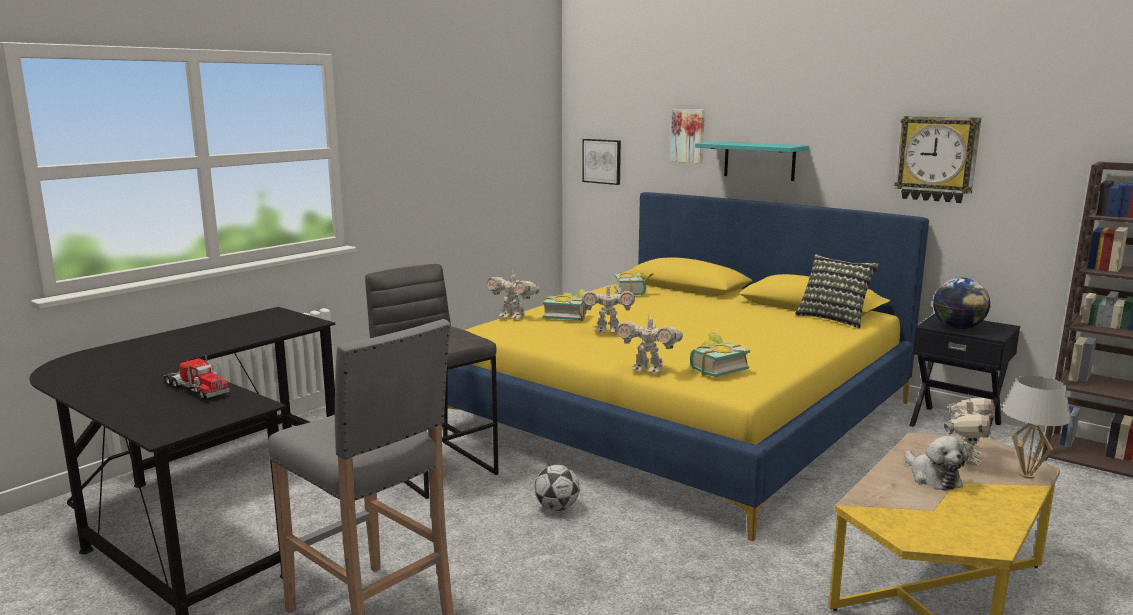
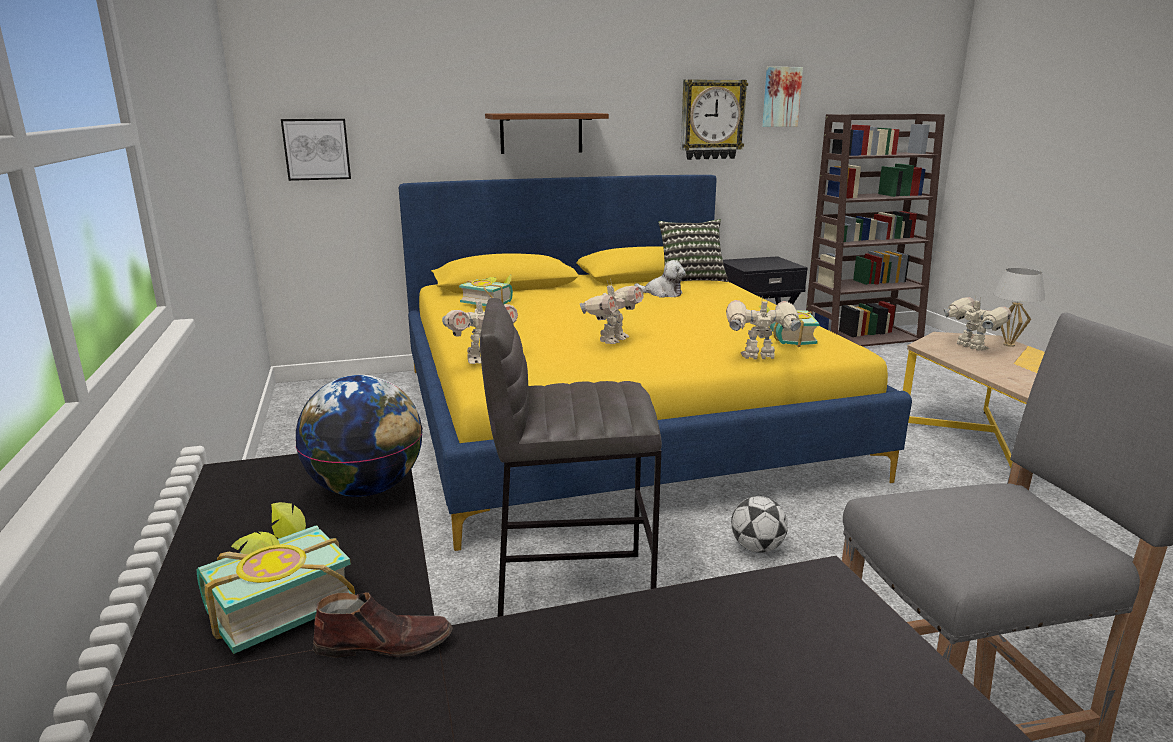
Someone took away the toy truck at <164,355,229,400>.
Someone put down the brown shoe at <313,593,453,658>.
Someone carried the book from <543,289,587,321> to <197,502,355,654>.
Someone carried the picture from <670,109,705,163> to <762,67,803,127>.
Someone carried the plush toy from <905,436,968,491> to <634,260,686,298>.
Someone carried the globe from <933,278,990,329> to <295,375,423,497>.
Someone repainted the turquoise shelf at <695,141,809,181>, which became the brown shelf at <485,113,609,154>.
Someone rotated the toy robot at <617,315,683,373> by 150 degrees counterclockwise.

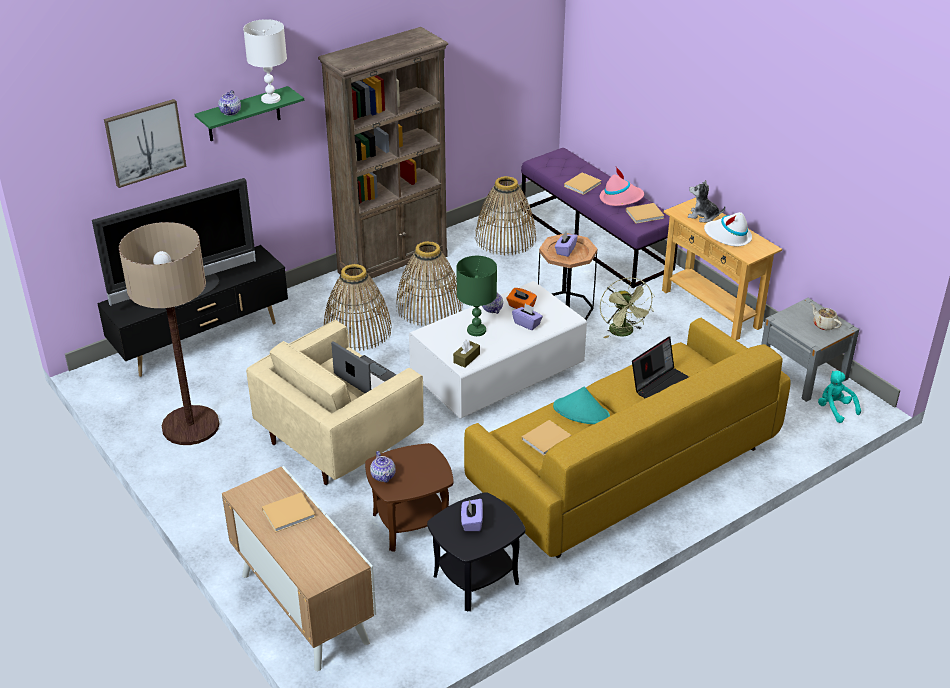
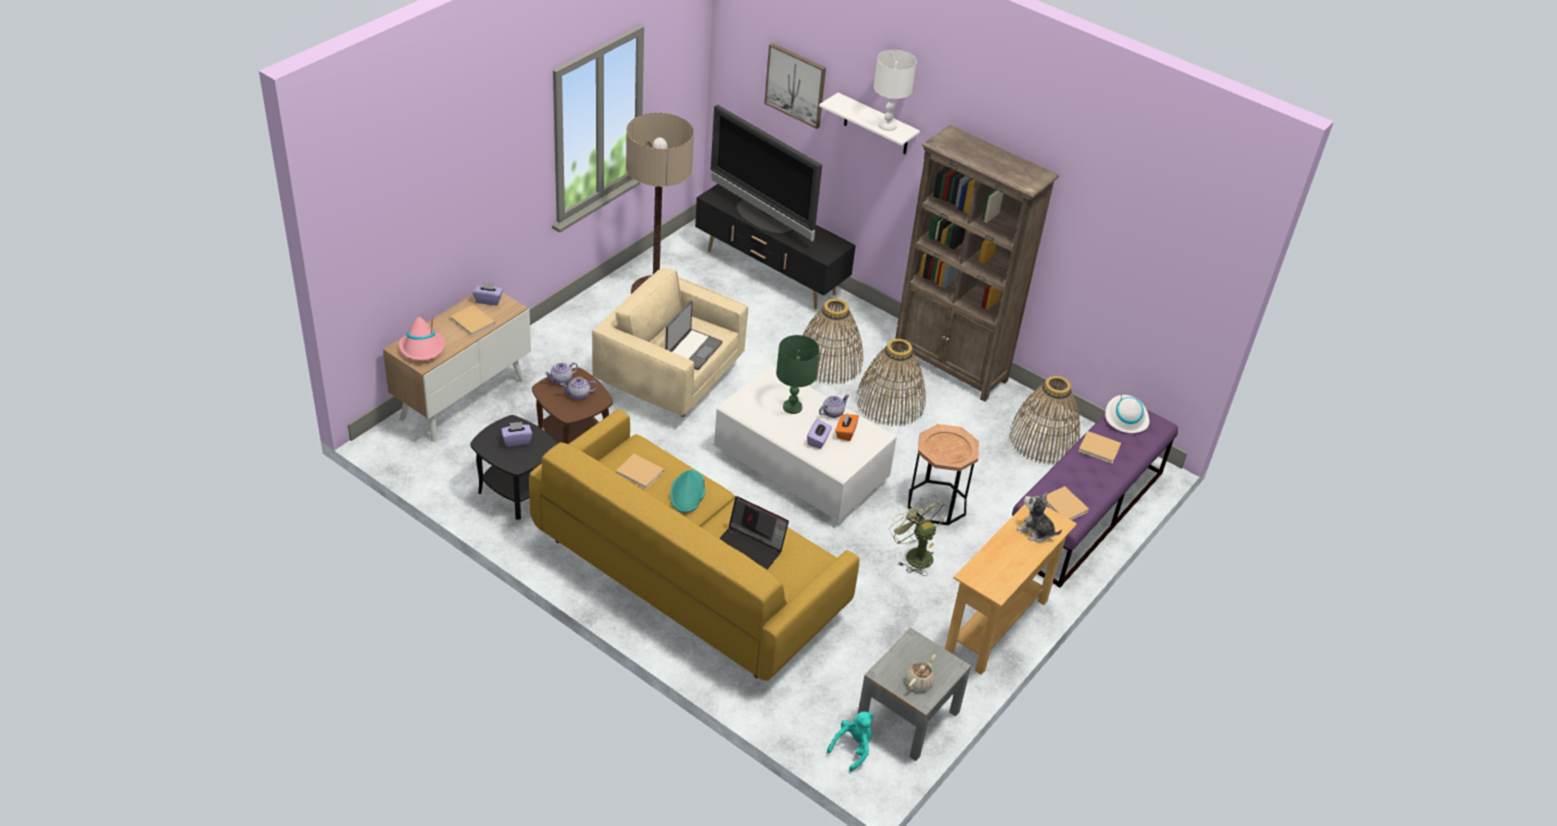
Someone took away the brown tissue box at <453,339,480,368>.
Someone carried the teapot from <218,90,241,116> to <560,377,598,400>.
Someone carried the purple tissue box from <555,231,578,257> to <473,281,503,305>.
Someone carried the pink hat from <600,167,644,206> to <399,314,445,360>.
Someone carried the white hat from <704,212,752,246> to <1105,395,1149,433>.
Someone repainted the green shelf at <195,86,304,141>, which became the white shelf at <819,93,920,154>.
Someone rotated the green fan at <600,277,655,338> by 90 degrees clockwise.
Someone rotated the plush toy at <688,180,725,222> by 60 degrees counterclockwise.

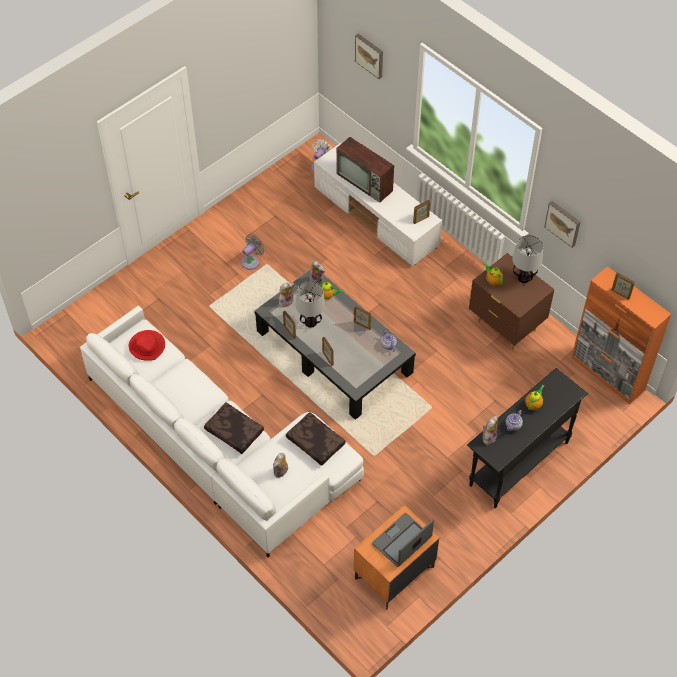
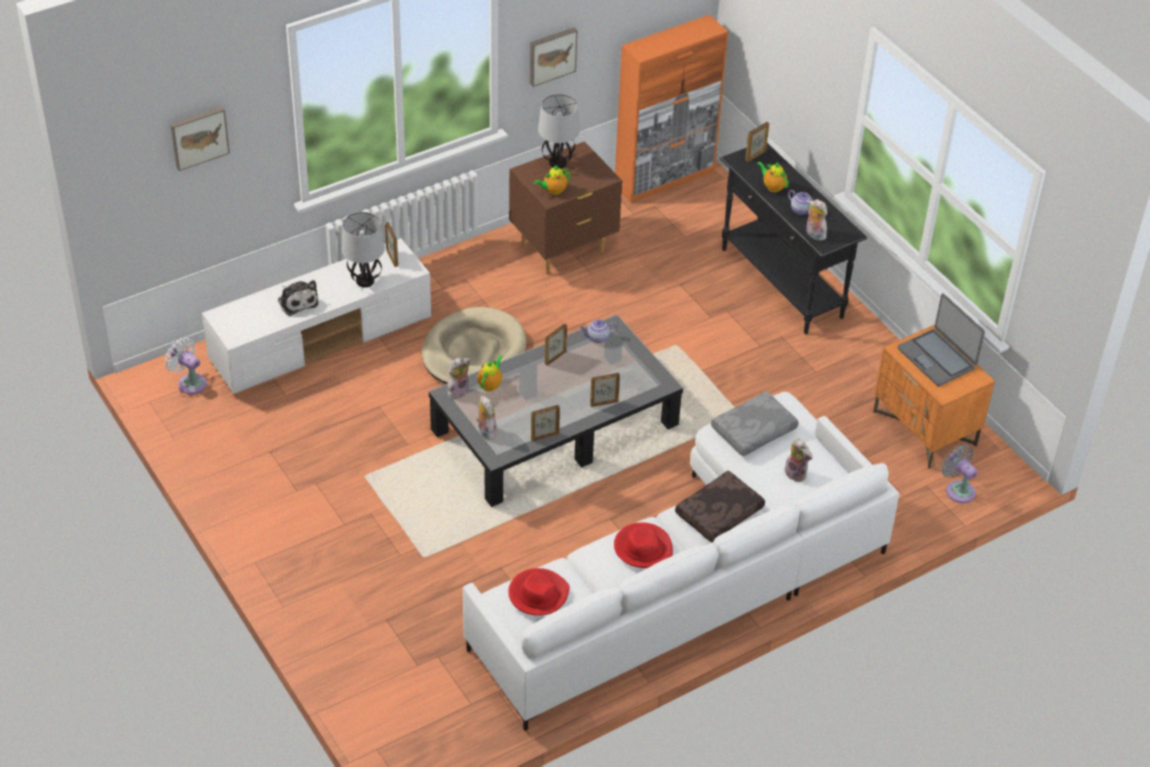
Someone put down the beige dog bed at <422,307,526,384>.
Someone put down the red hat at <614,522,673,568>.
Someone carried the grey fan from <241,234,265,270> to <941,444,978,503>.
Someone carried the table lamp from <296,281,325,328> to <342,212,385,287>.
Someone carried the picture frame from <611,272,635,300> to <745,122,769,162>.
Someone swapped the television at <336,137,394,203> for the plush toy at <278,280,318,316>.
Someone repainted the brown pillow at <286,412,346,466>, which became the grey pillow at <711,391,799,457>.

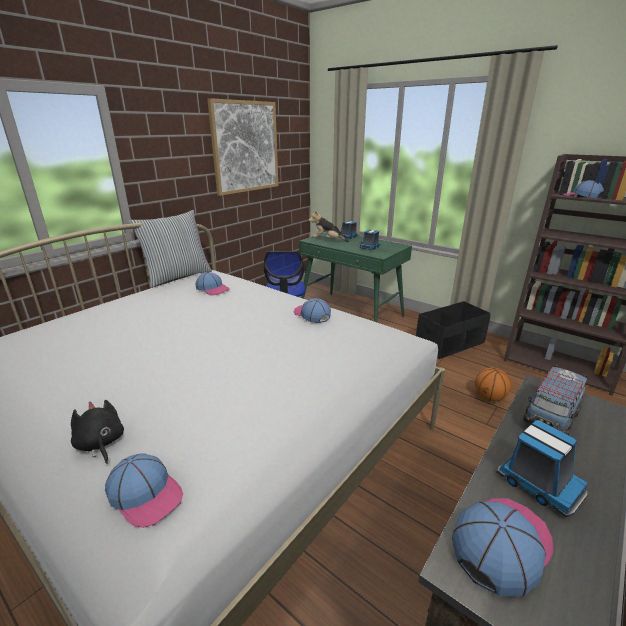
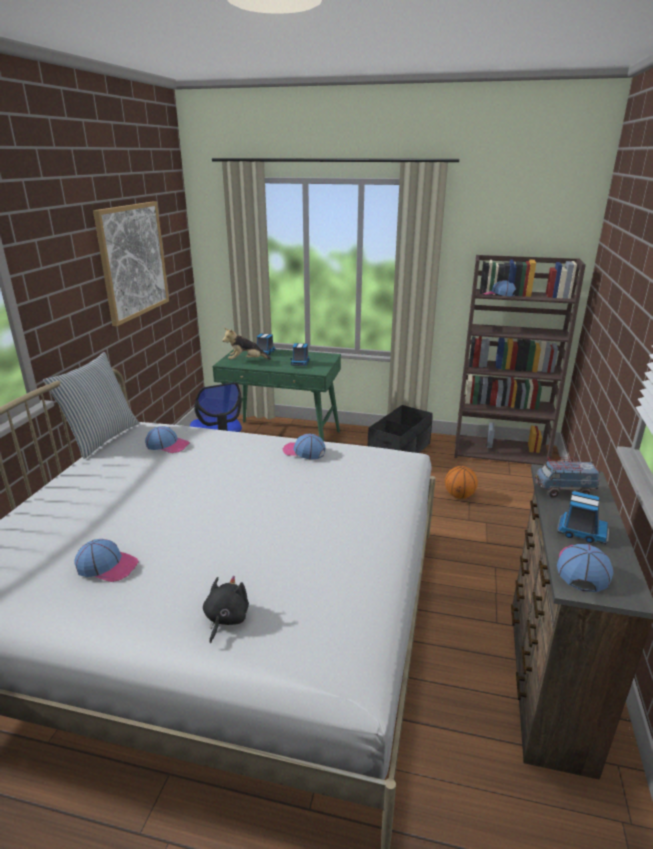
Someone carried the cap from <105,453,183,528> to <74,539,139,582>.
Someone rotated the black plush toy at <71,399,124,464> by 75 degrees clockwise.
Someone rotated the toy truck at <523,365,587,435> by 75 degrees clockwise.

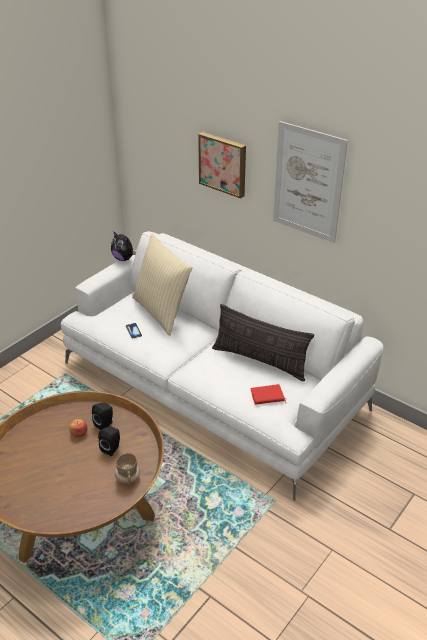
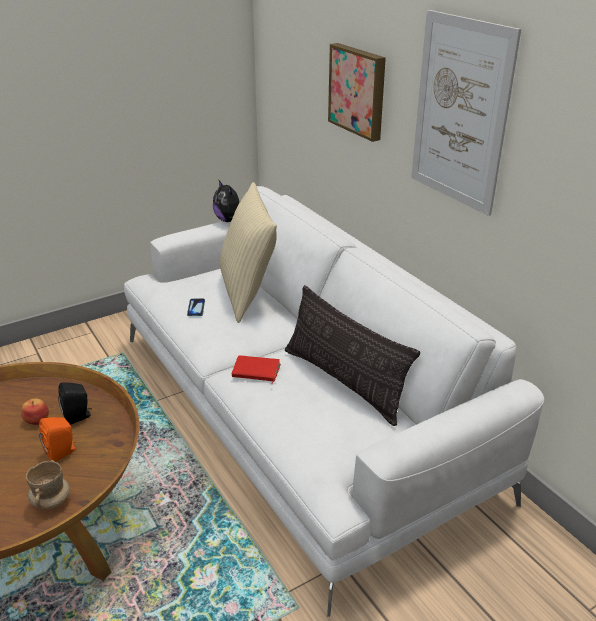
Someone carried the red book from <250,384,286,405> to <232,356,281,385>.
Someone repainted the black speaker at <98,426,120,456>, which became the orange speaker at <39,417,75,462>.

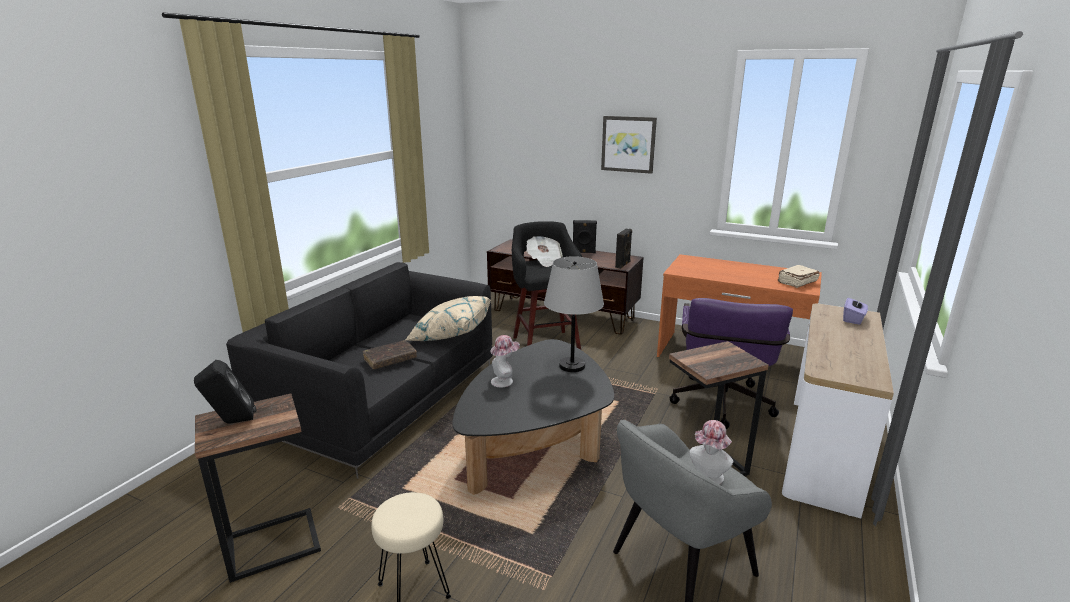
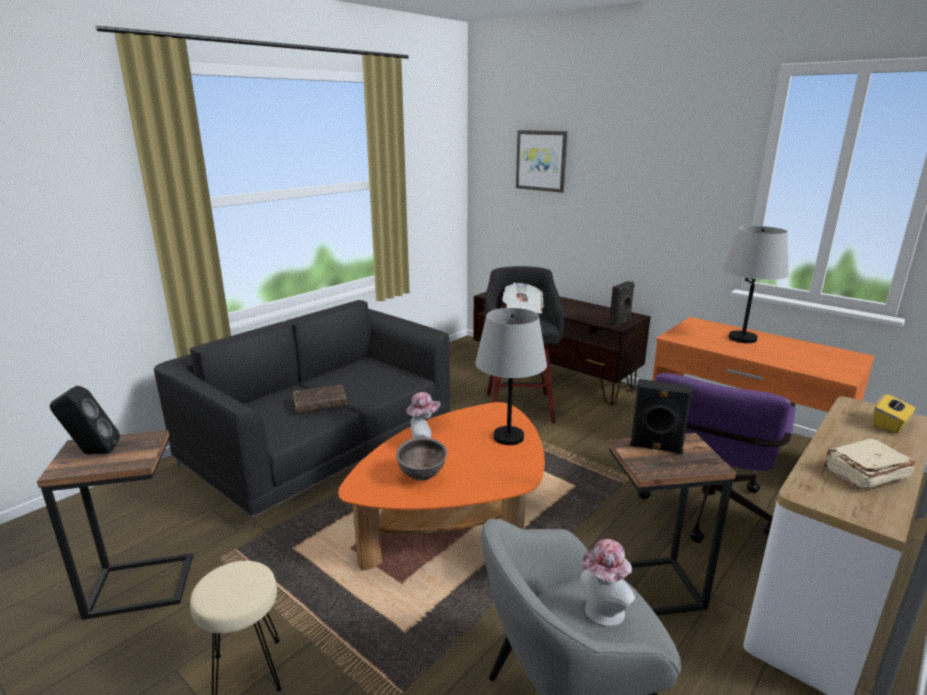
Someone took away the beige pillow at <406,296,491,341>.
Someone put down the brown bowl at <396,437,448,481>.
Someone put down the grey table lamp at <723,226,789,343>.
Someone carried the black speaker from <573,220,597,253> to <630,379,693,455>.
Someone carried the picture from <601,116,657,174> to <516,130,568,193>.
Someone carried the beige book from <778,265,820,288> to <824,439,916,490>.
Someone repainted the black coffee table at <452,339,614,495>, which became the orange coffee table at <338,402,545,571>.
Someone repainted the purple tissue box at <843,296,868,325>, which became the yellow tissue box at <873,394,915,433>.

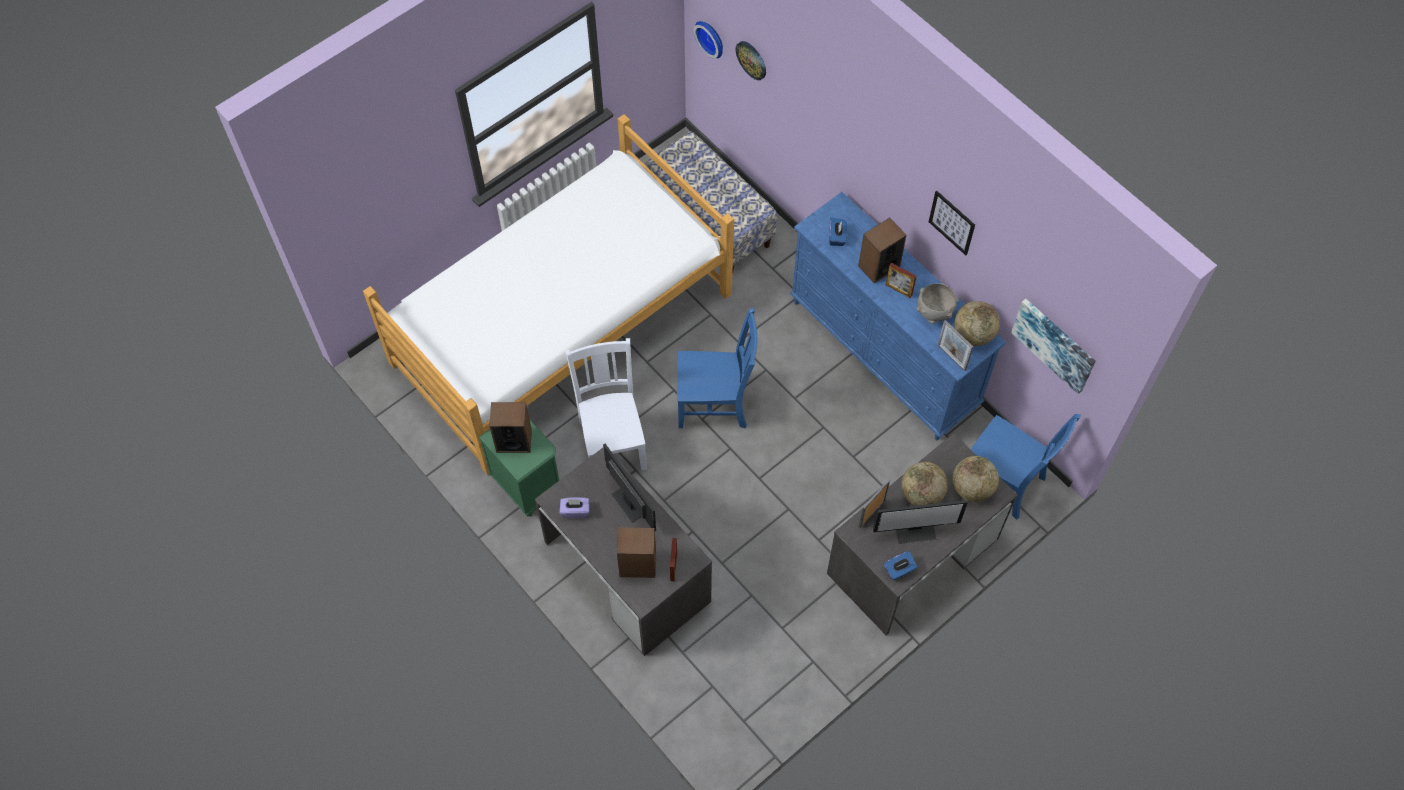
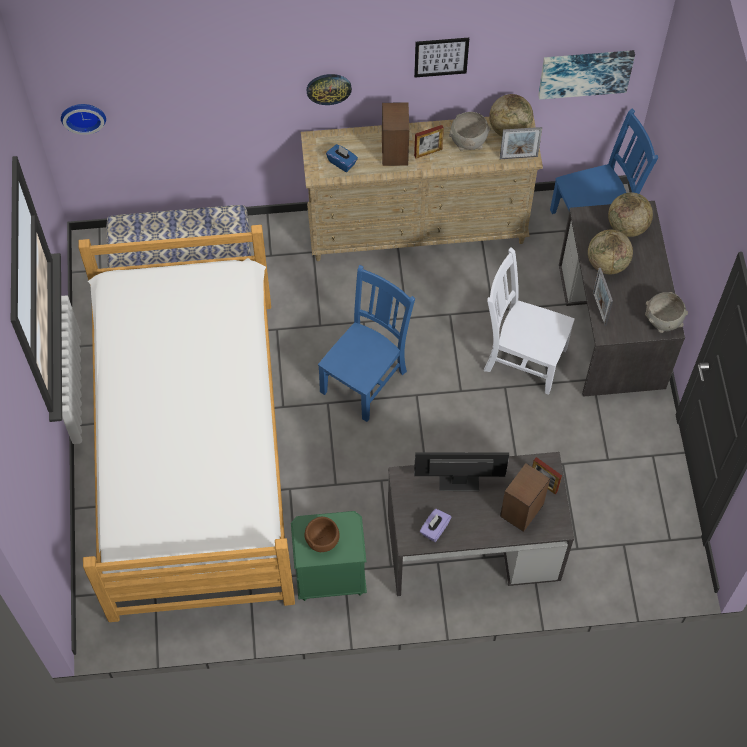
Someone took away the monitor at <873,500,968,544>.
Someone carried the white chair from <565,338,647,470> to <484,247,575,395>.
Someone carried the wall clock from <736,41,766,80> to <307,74,352,105>.
Someone swapped the speaker at <489,402,532,453> for the brown bowl at <305,517,340,552>.
Someone swapped the blue tissue box at <884,551,917,580> for the grey bowl at <645,292,688,333>.
Someone repainted the blue dresser at <790,192,1006,440>, which became the beige dresser at <301,115,543,261>.

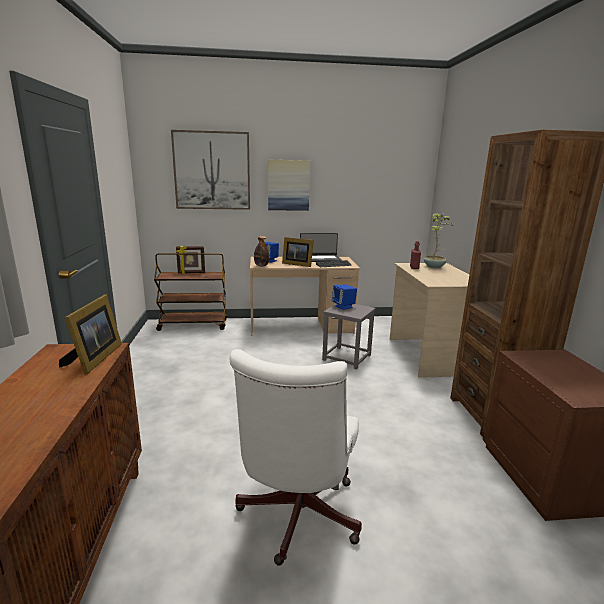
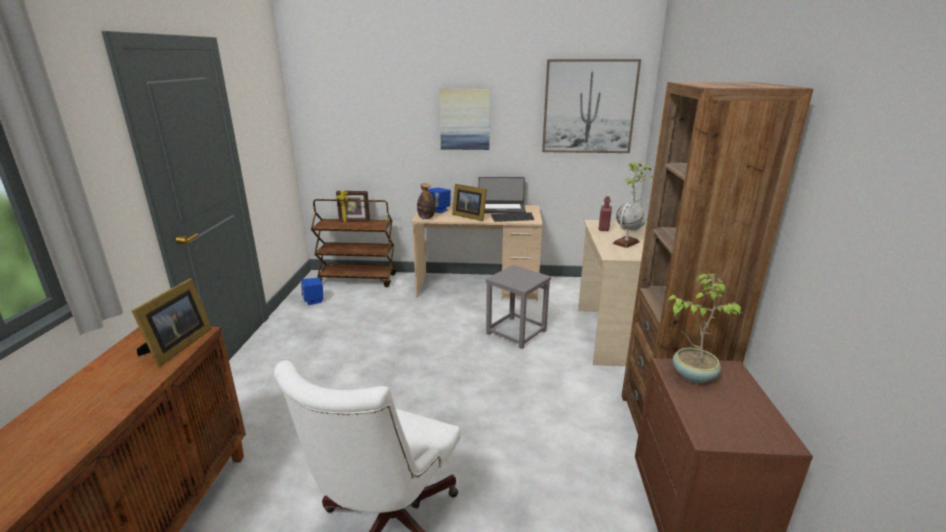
Someone put down the globe at <612,202,644,248>.
Someone put down the potted plant at <667,274,743,383>.
Someone carried the picture from <171,130,250,210> to <542,59,641,153>.
Someone carried the blue speaker from <332,285,357,310> to <301,278,323,305>.

